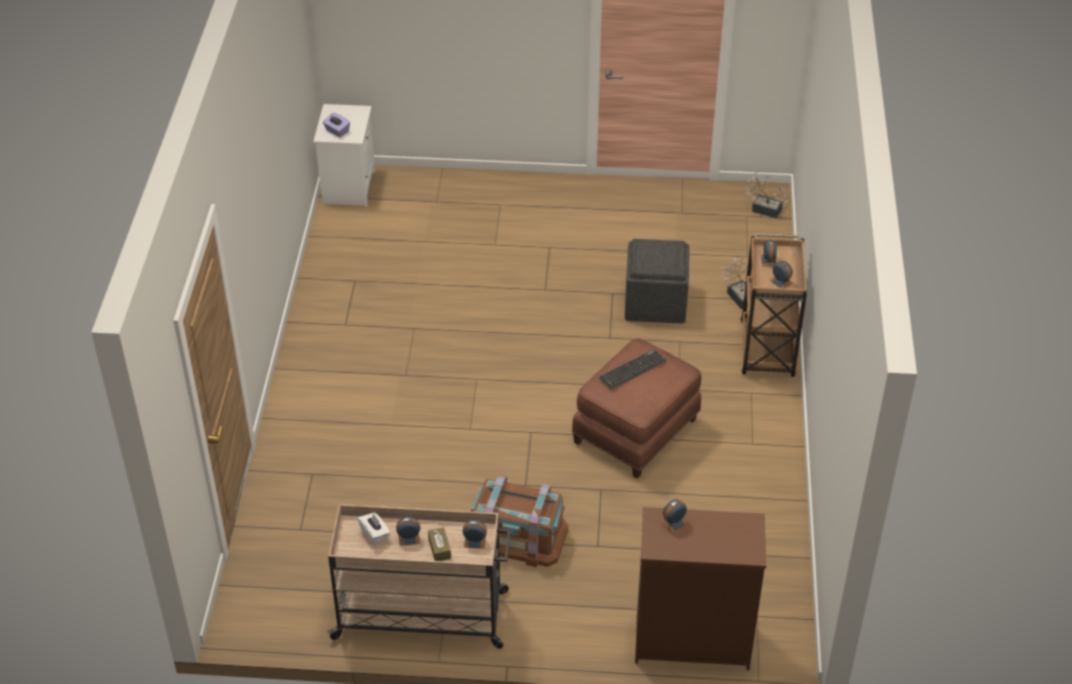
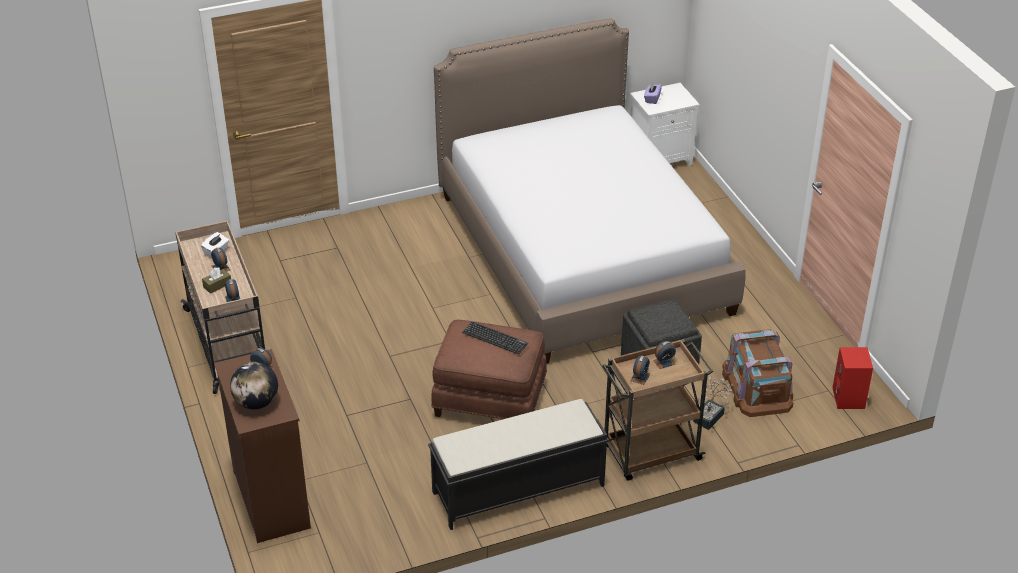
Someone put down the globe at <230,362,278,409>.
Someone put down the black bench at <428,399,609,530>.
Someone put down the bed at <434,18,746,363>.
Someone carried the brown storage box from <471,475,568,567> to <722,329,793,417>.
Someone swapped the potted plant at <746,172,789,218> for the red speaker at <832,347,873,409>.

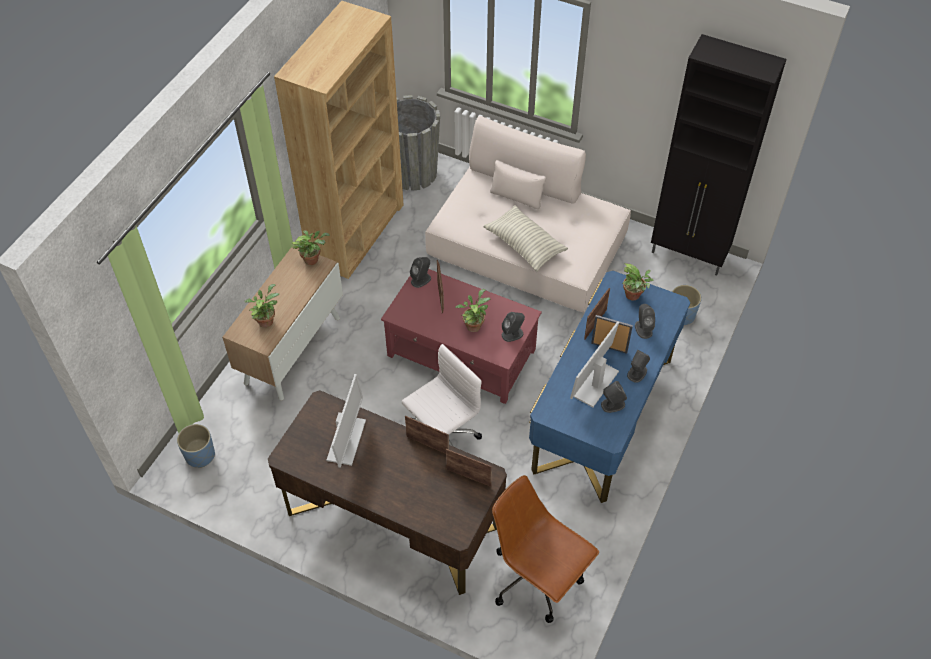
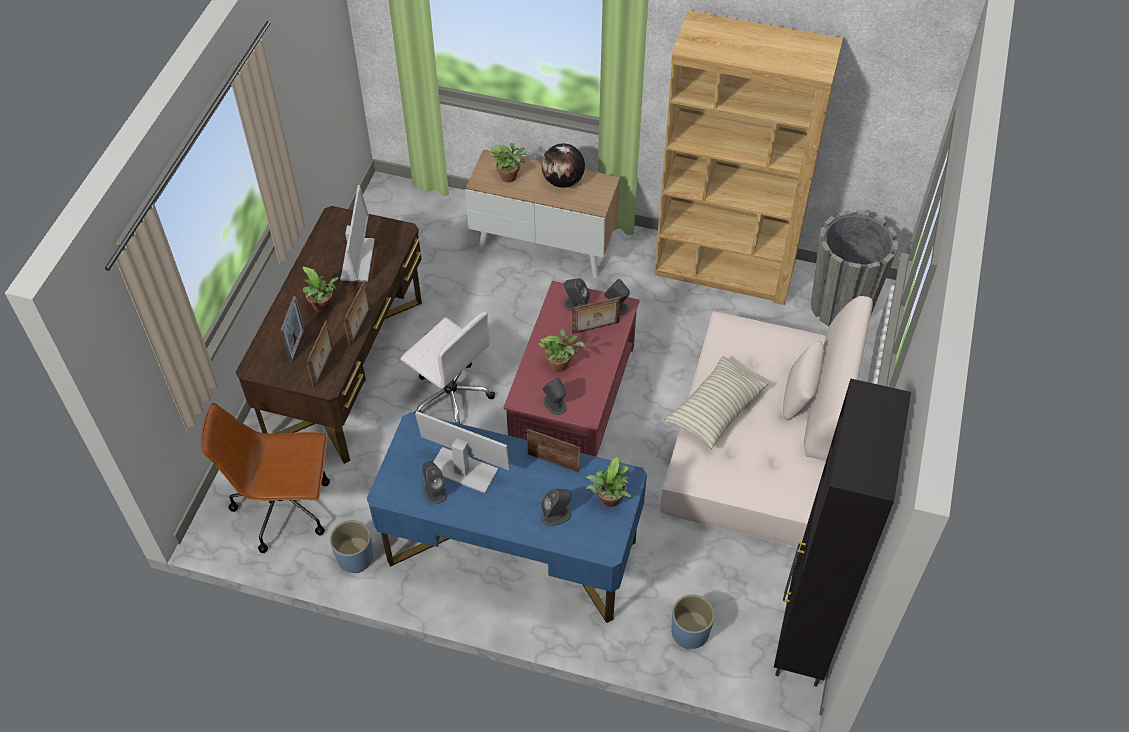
Someone put down the globe at <541,143,585,188>.
Someone carried the blue planter from <177,424,215,468> to <330,520,373,573>.
Someone carried the potted plant from <291,230,330,265> to <303,267,339,312>.
Someone carried the picture frame from <591,315,633,354> to <280,296,304,363>.
Someone carried the grey speaker from <627,350,650,383> to <564,278,590,311>.
Someone rotated the monitor at <327,374,366,468> by 90 degrees counterclockwise.
Someone rotated the brown office chair at <492,475,599,623> by 120 degrees counterclockwise.

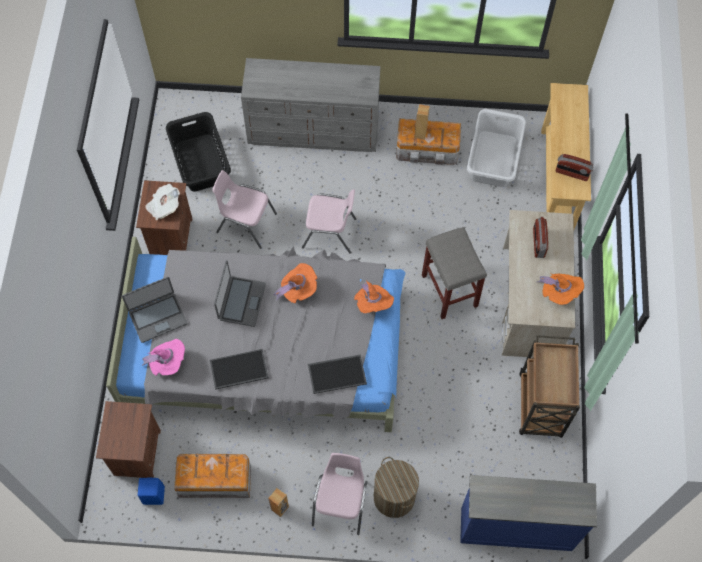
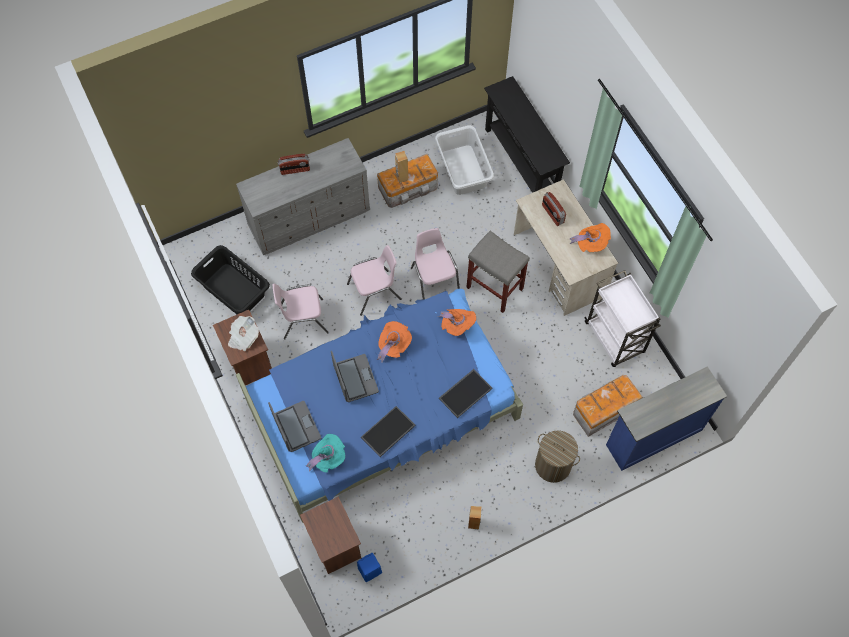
Someone carried the storage box from <174,454,251,498> to <573,375,643,437>.
Someone carried the pink chair from <312,453,368,535> to <411,228,460,299>.
Someone carried the radio from <556,154,594,181> to <277,154,310,175>.
Someone repainted the grey bed at <106,237,405,432>, which became the blue bed at <236,289,523,523>.
Someone repainted the pink hat at <142,339,185,376>, which became the turquoise hat at <306,434,345,473>.
Someone repainted the brown cart at <519,335,580,438>, which became the white cart at <584,270,661,367>.
Someone repainted the beige console table at <541,83,591,229>, which became the black console table at <484,76,570,193>.
Someone rotated the laptop at <122,277,187,343> by 60 degrees counterclockwise.

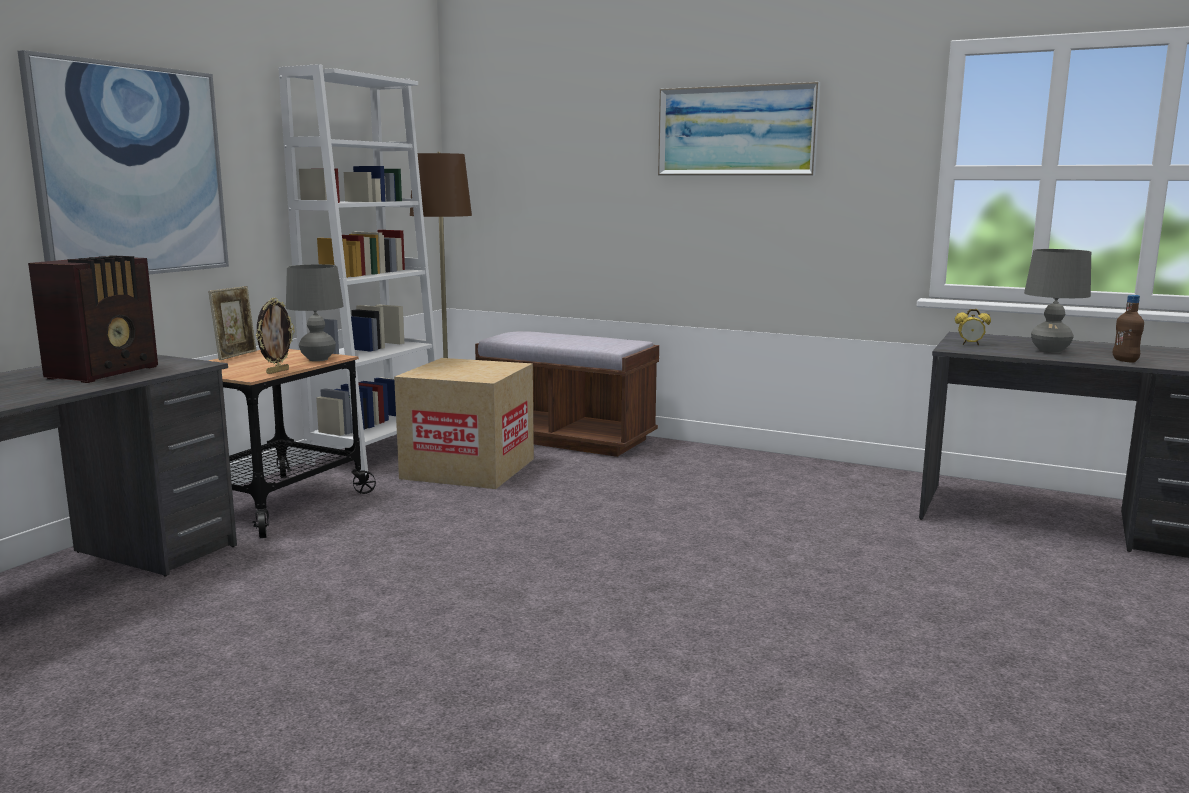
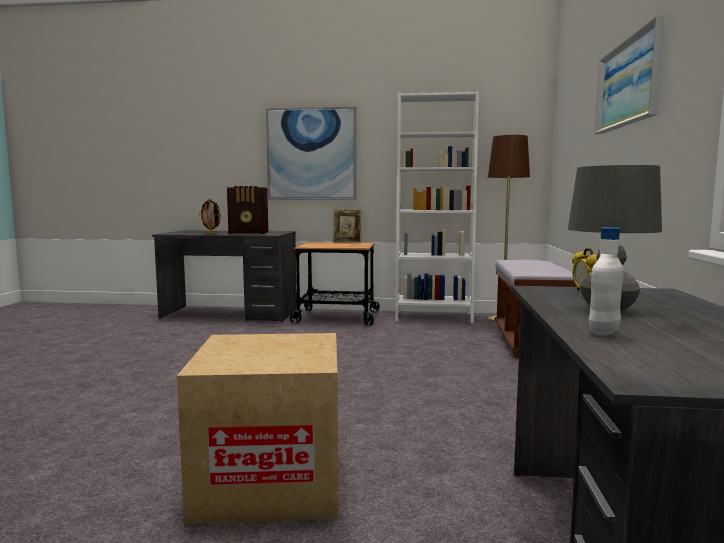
Someone took away the grey table lamp at <286,264,344,361>.
Someone carried the picture frame from <256,298,295,374> to <199,198,221,235>.
Someone carried the cardboard box from <394,358,534,489> to <177,333,339,525>.
Someone repainted the brown bottle at <1113,295,1144,363>, which became the white bottle at <589,227,624,336>.

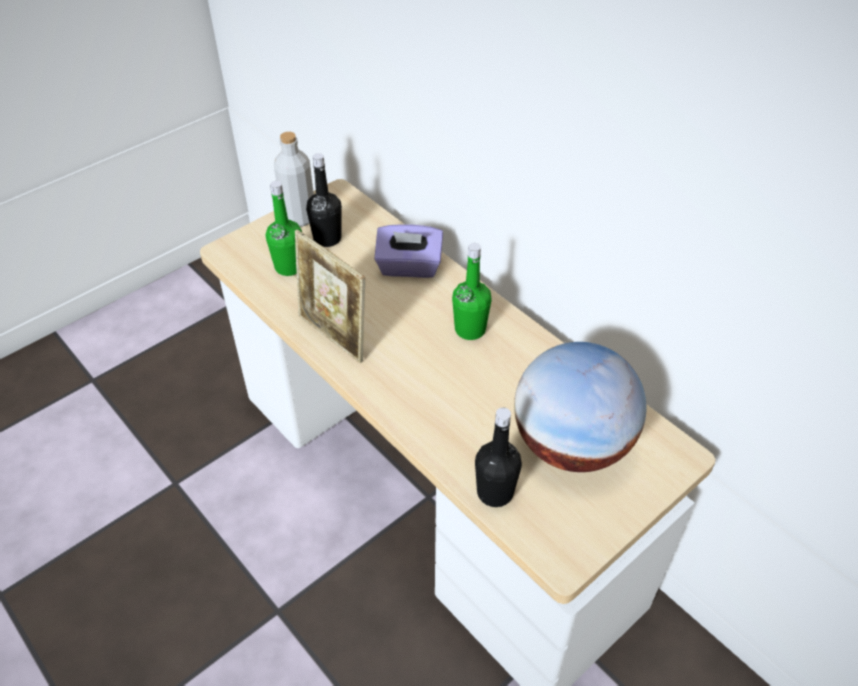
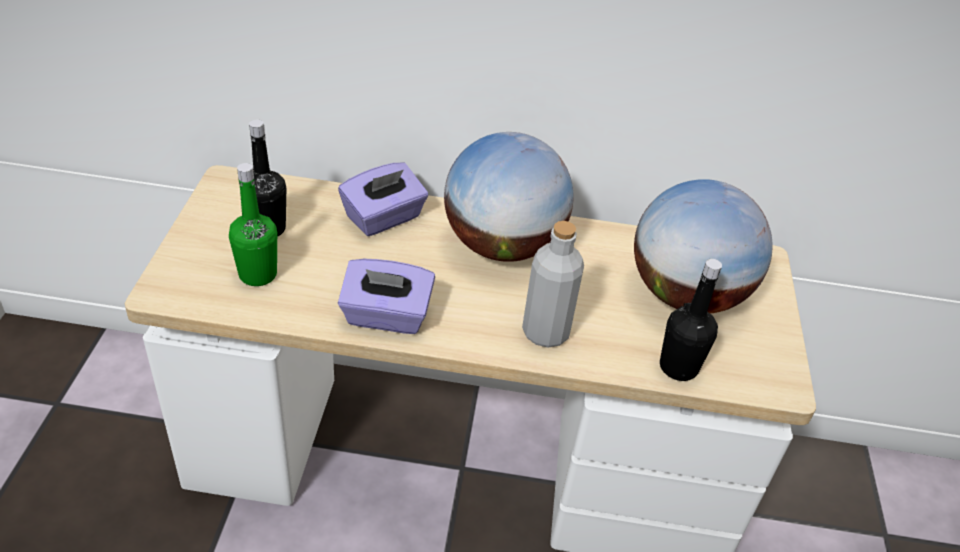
Someone carried the grey bottle from <274,132,314,227> to <522,221,584,347>.
Someone swapped the picture frame at <295,229,365,363> for the purple tissue box at <338,259,435,334>.
Someone swapped the green bottle at <452,243,492,340> for the globe at <444,132,573,262>.

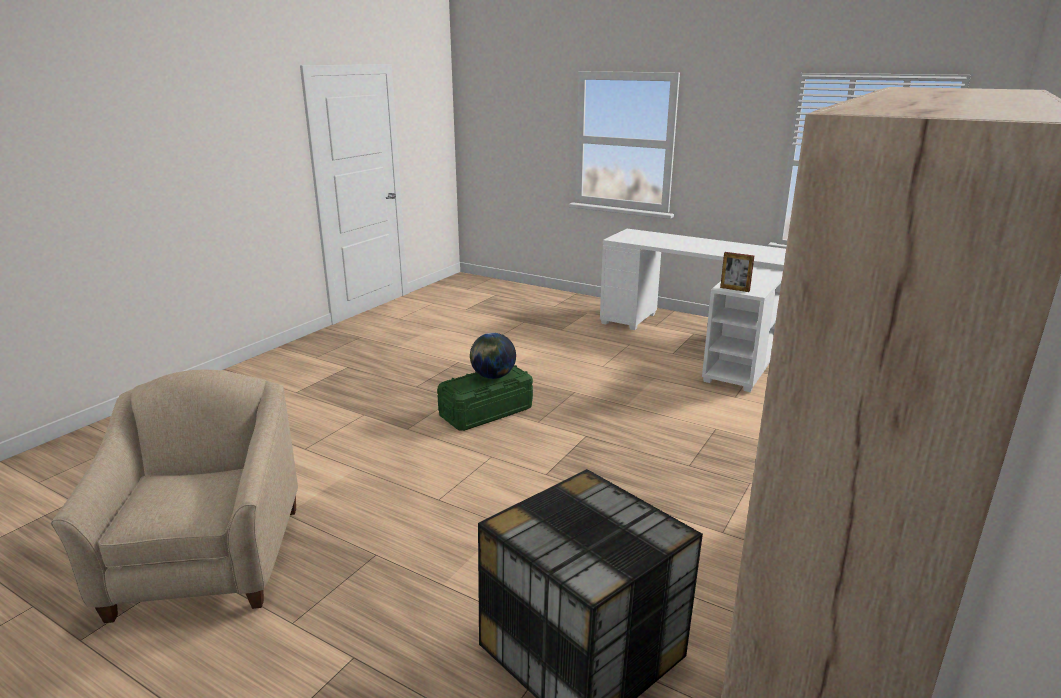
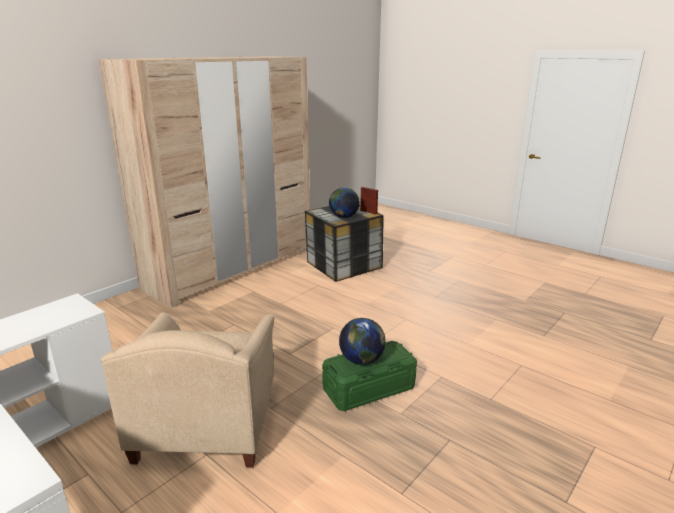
Someone put down the globe at <329,187,360,218>.
Someone carried the beige armchair from <51,370,298,623> to <101,313,275,468>.
Someone carried the picture frame from <720,252,754,292> to <360,187,378,215>.

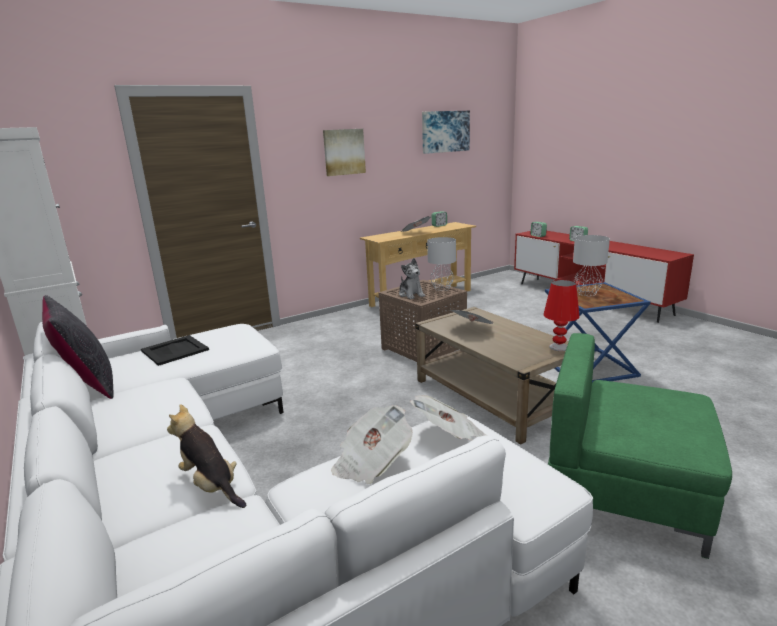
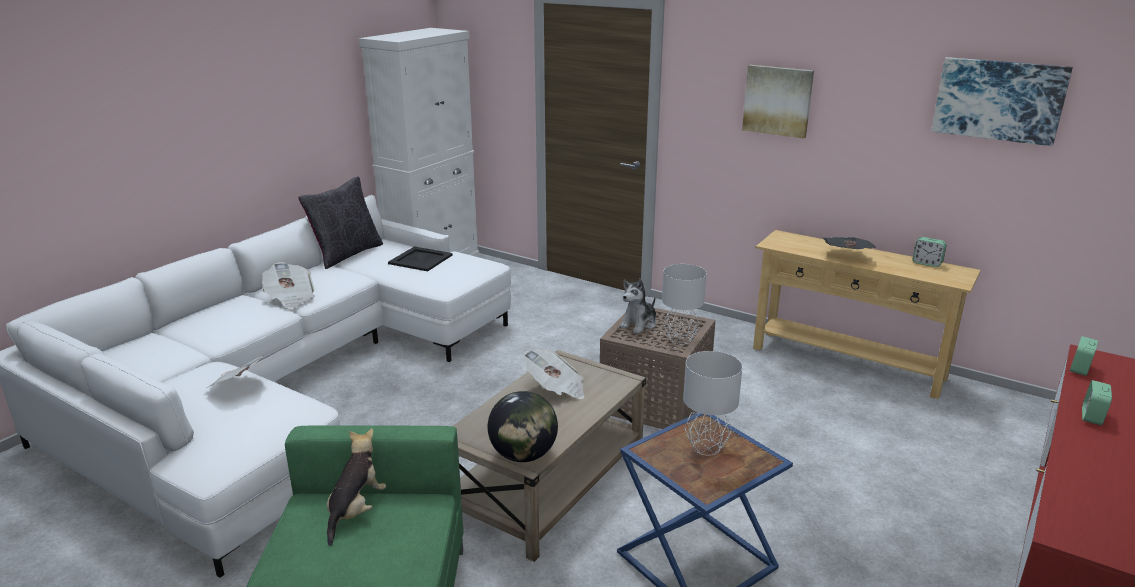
Someone carried the plush toy from <167,404,246,508> to <327,428,386,546>.
Someone carried the newspaper from <410,395,487,440> to <262,262,315,309>.
Someone swapped the red table lamp at <543,280,580,351> for the globe at <488,391,558,462>.

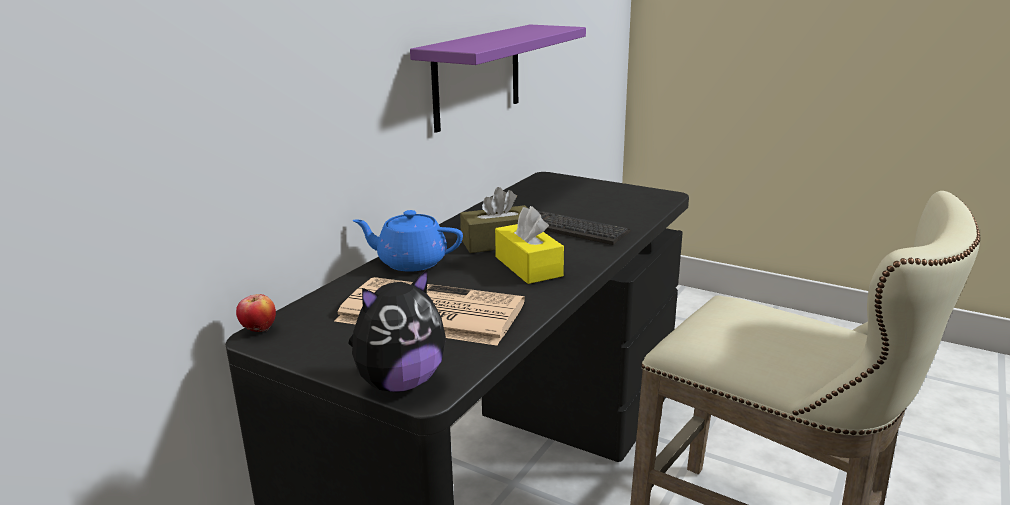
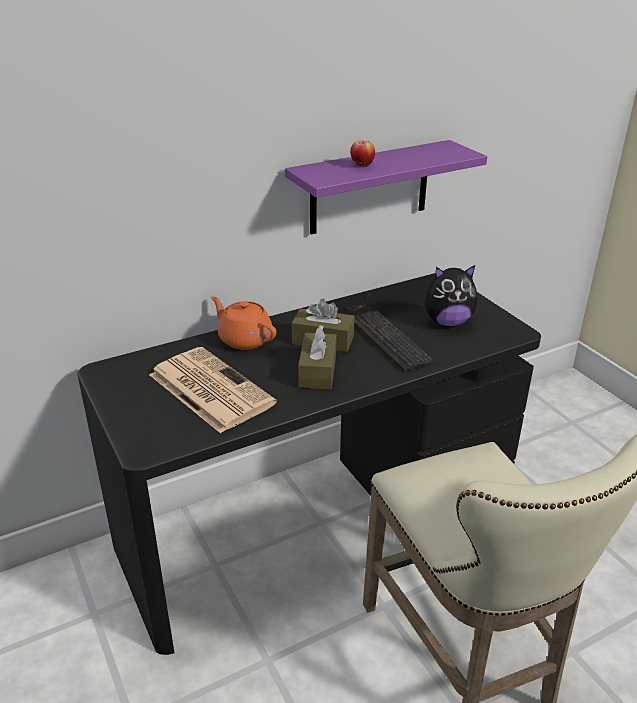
Someone carried the apple from <236,294,276,332> to <350,141,375,167>.
Someone carried the plush toy from <348,268,446,392> to <425,265,477,327>.
Someone repainted the blue teapot at <352,210,463,272>, which became the orange teapot at <211,296,277,350>.
Someone repainted the yellow tissue box at <495,206,564,284>, which became the brown tissue box at <298,325,337,390>.

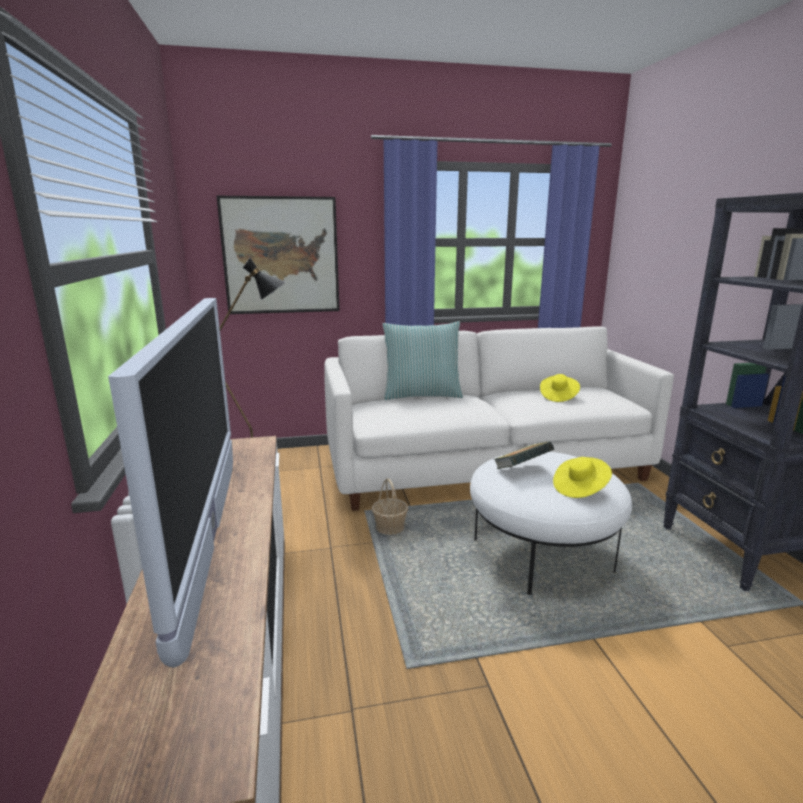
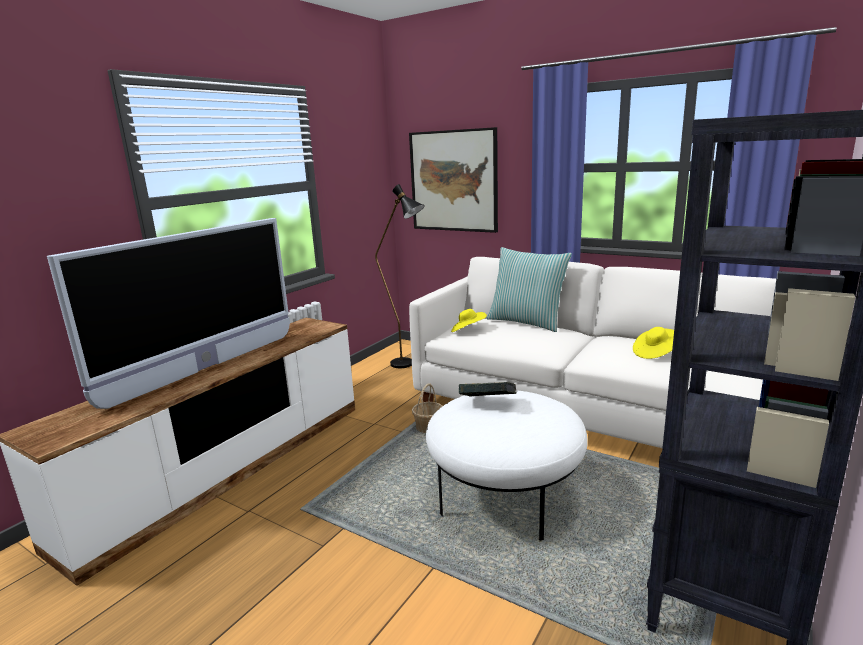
Someone carried the yellow hat from <553,457,612,498> to <451,309,487,332>.

